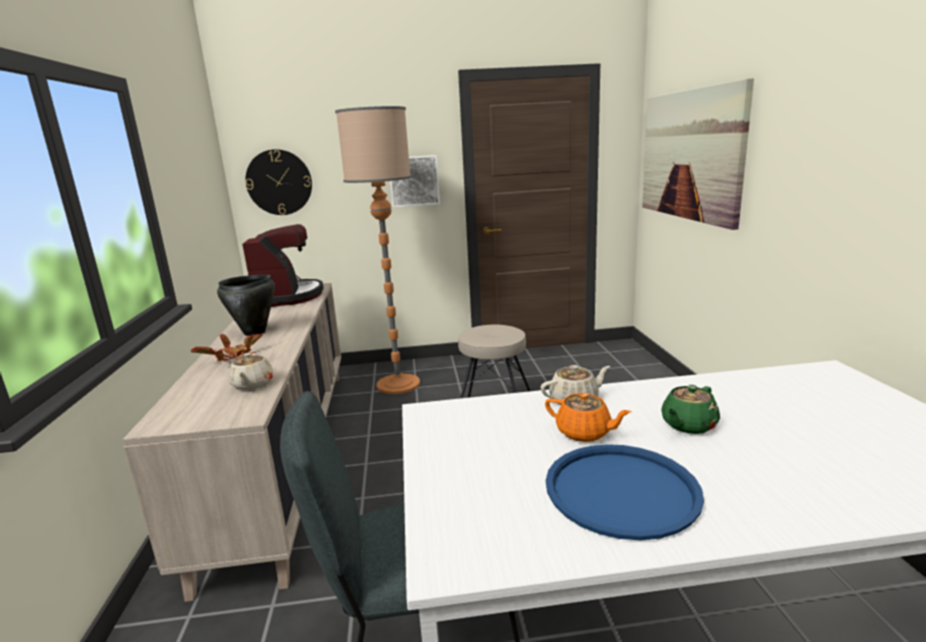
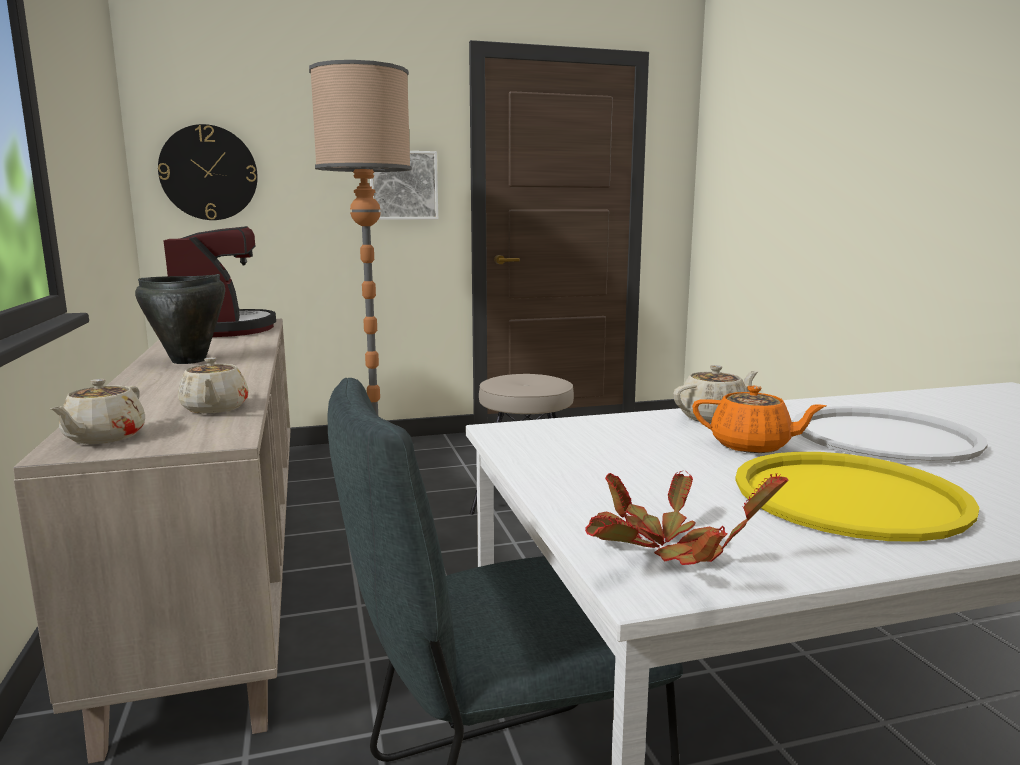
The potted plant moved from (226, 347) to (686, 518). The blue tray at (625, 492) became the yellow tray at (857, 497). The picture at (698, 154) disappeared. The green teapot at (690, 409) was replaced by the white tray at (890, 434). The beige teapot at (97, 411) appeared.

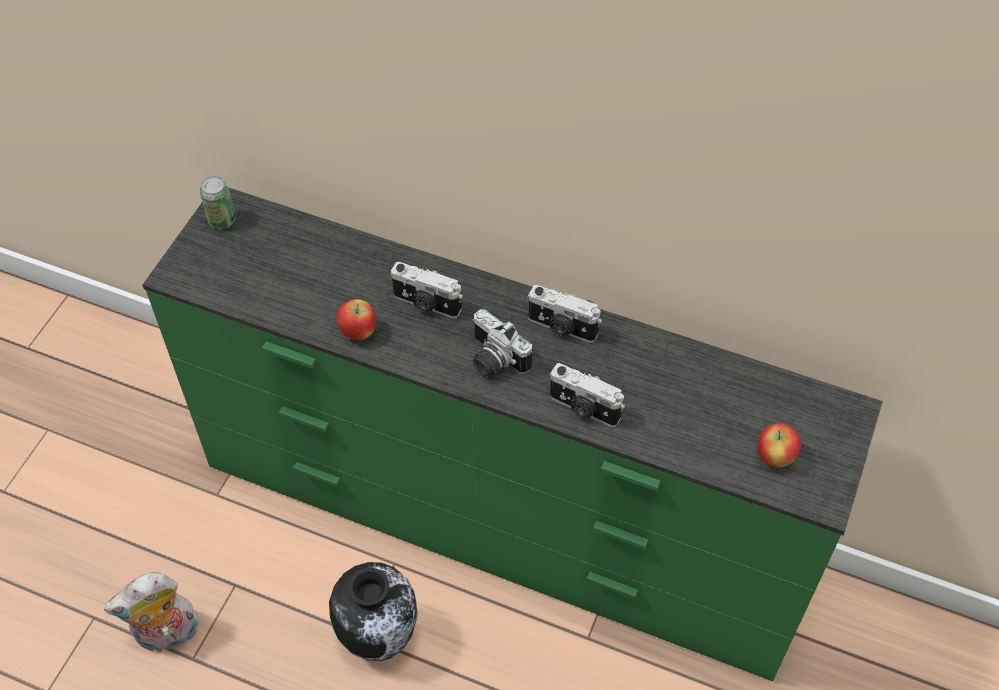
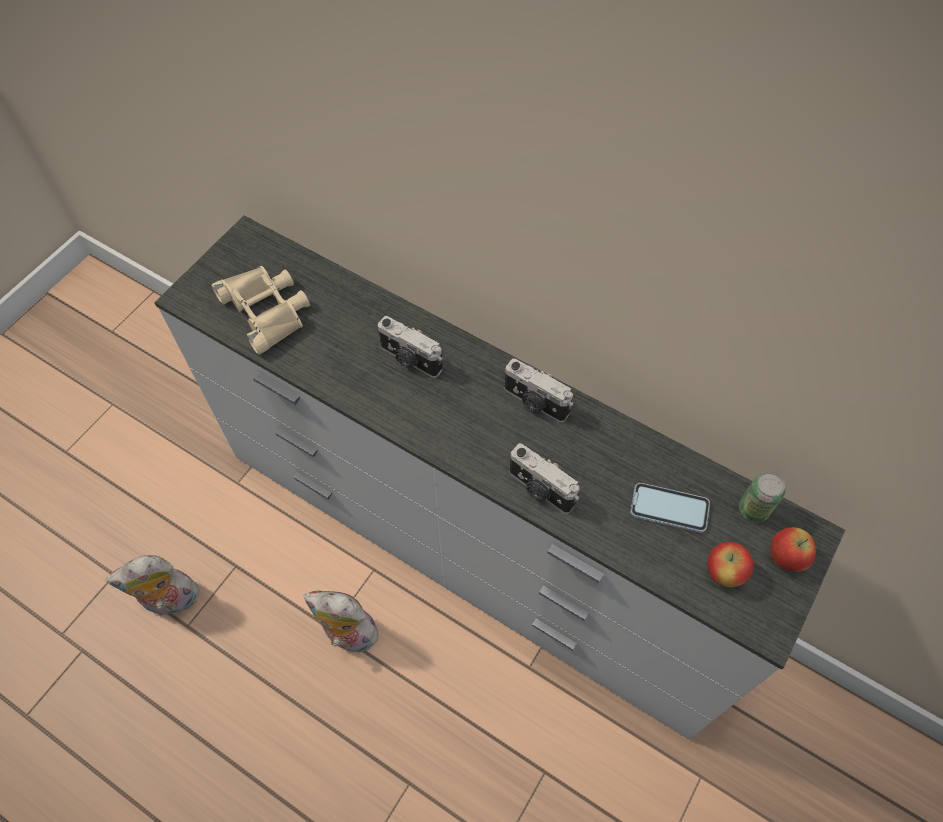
The green dresser at (512, 434) became the white dresser at (500, 478). The can moved from (218, 202) to (762, 497). The vase at (373, 611) was replaced by the plush toy at (344, 623). The apple moved from (356, 319) to (793, 549). The photo camera at (502, 343) disappeared. The beige binoculars at (261, 310) appeared. The phone at (670, 508) appeared.

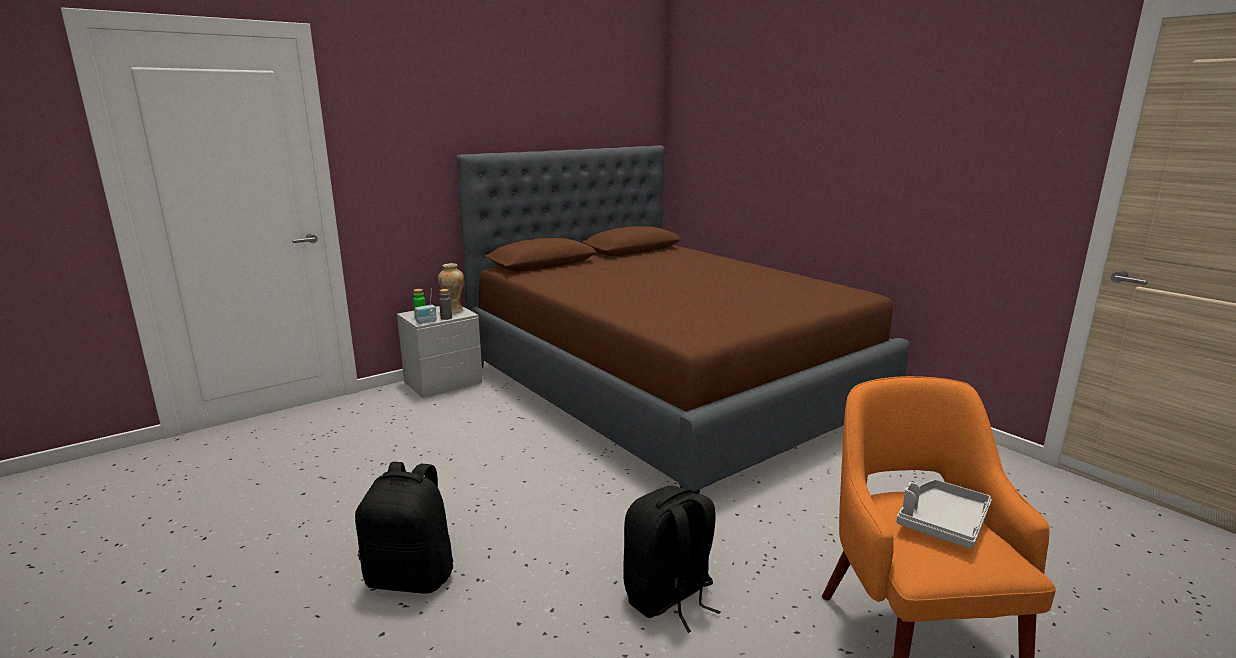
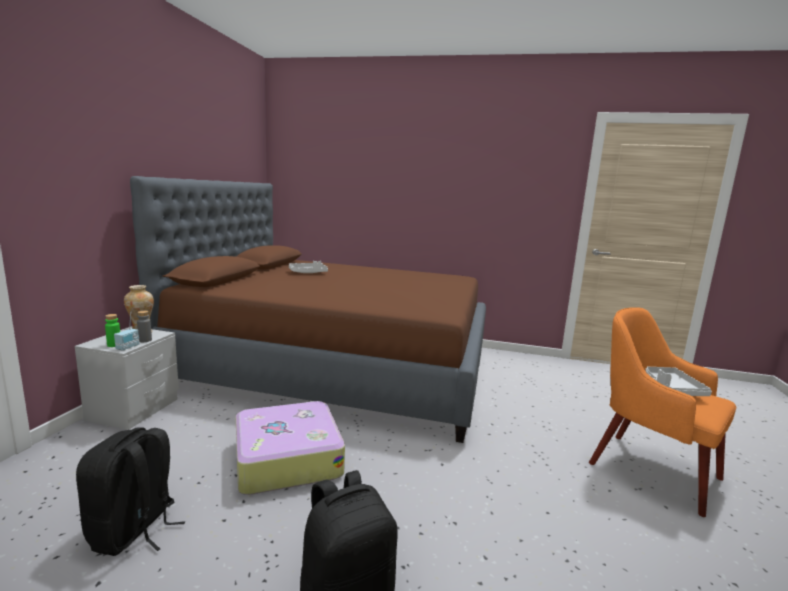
The black backpack moved from (672, 559) to (130, 491). The suitcase at (290, 448) appeared. The grey tray at (308, 267) appeared.

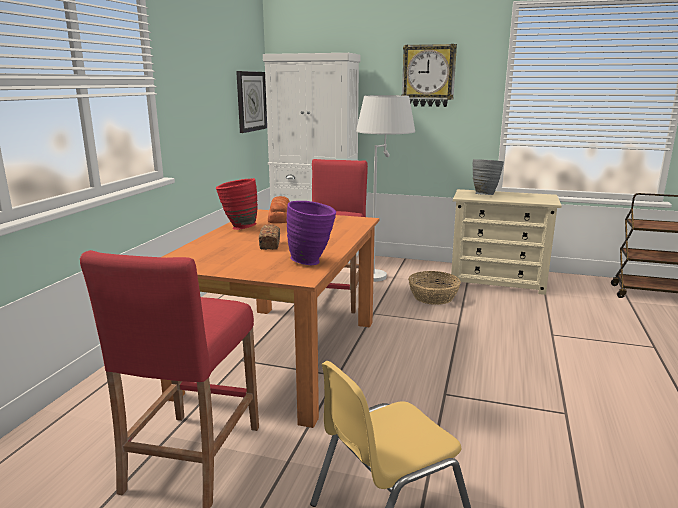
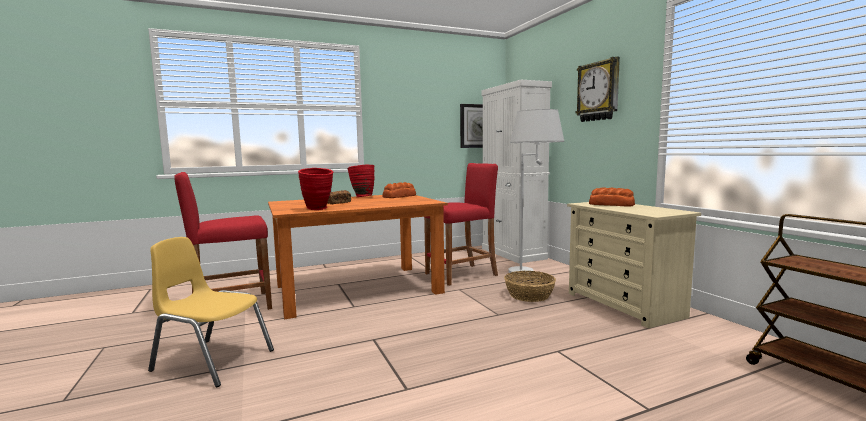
The purple vase at (311, 233) became the red vase at (315, 189). The grey vase at (488, 177) was replaced by the bread at (612, 197).

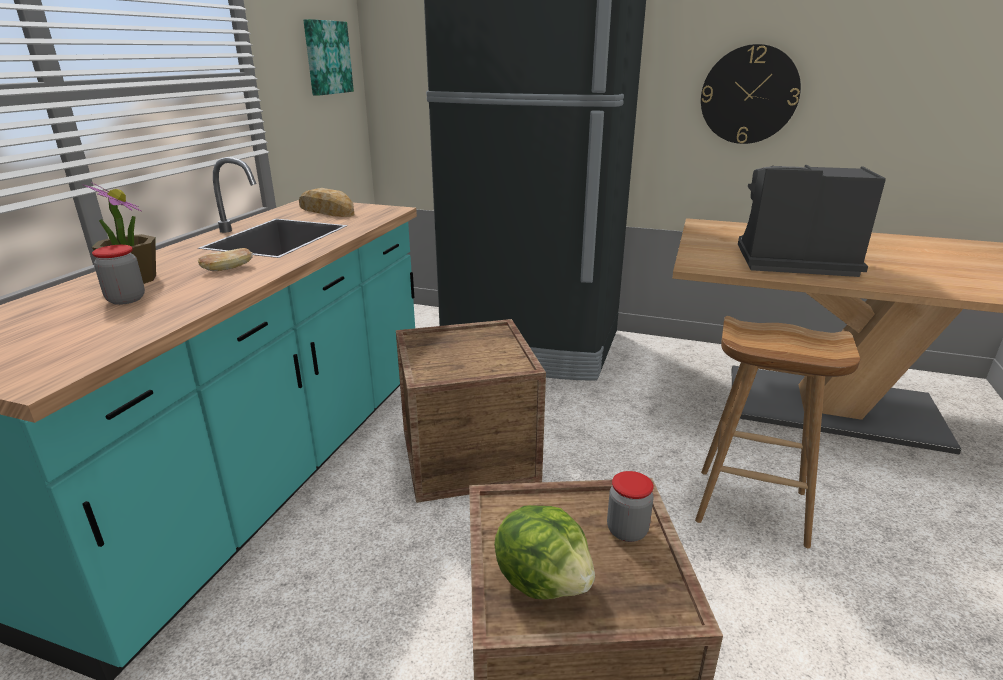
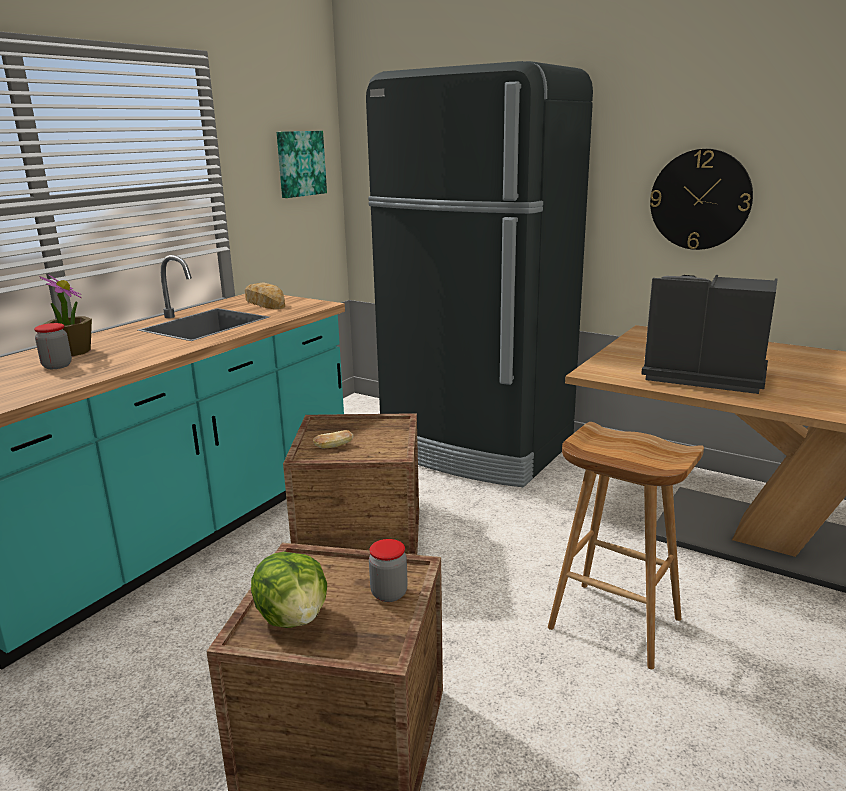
The bread moved from (225, 259) to (333, 439).

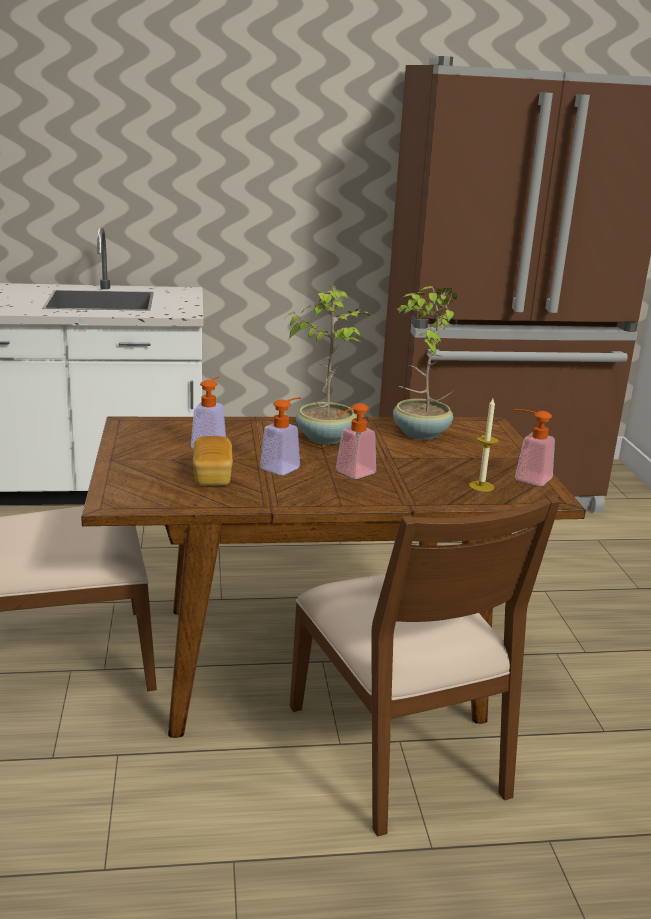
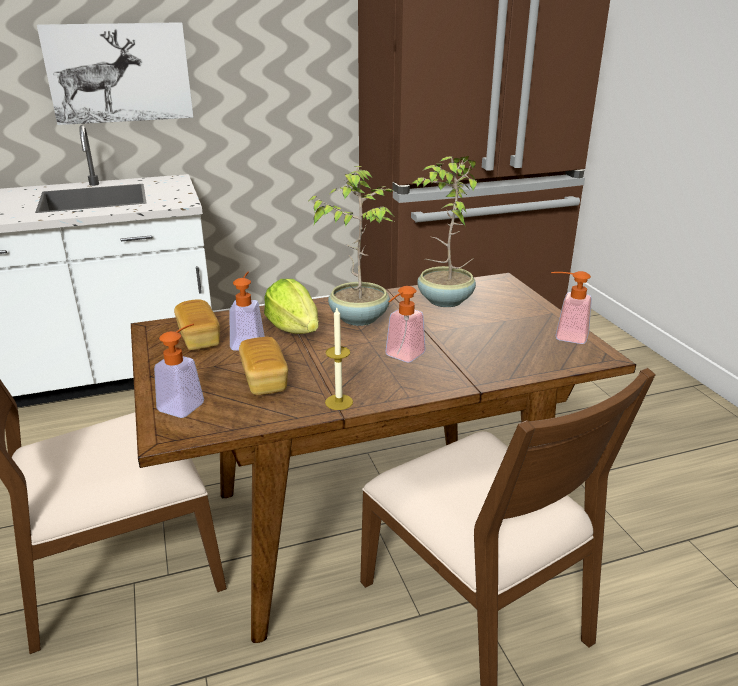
The soap dispenser moved from (280, 436) to (179, 370). The candle moved from (484, 445) to (339, 359). The picture at (115, 73) appeared. The bread at (197, 324) appeared. The lettuce at (291, 306) appeared.

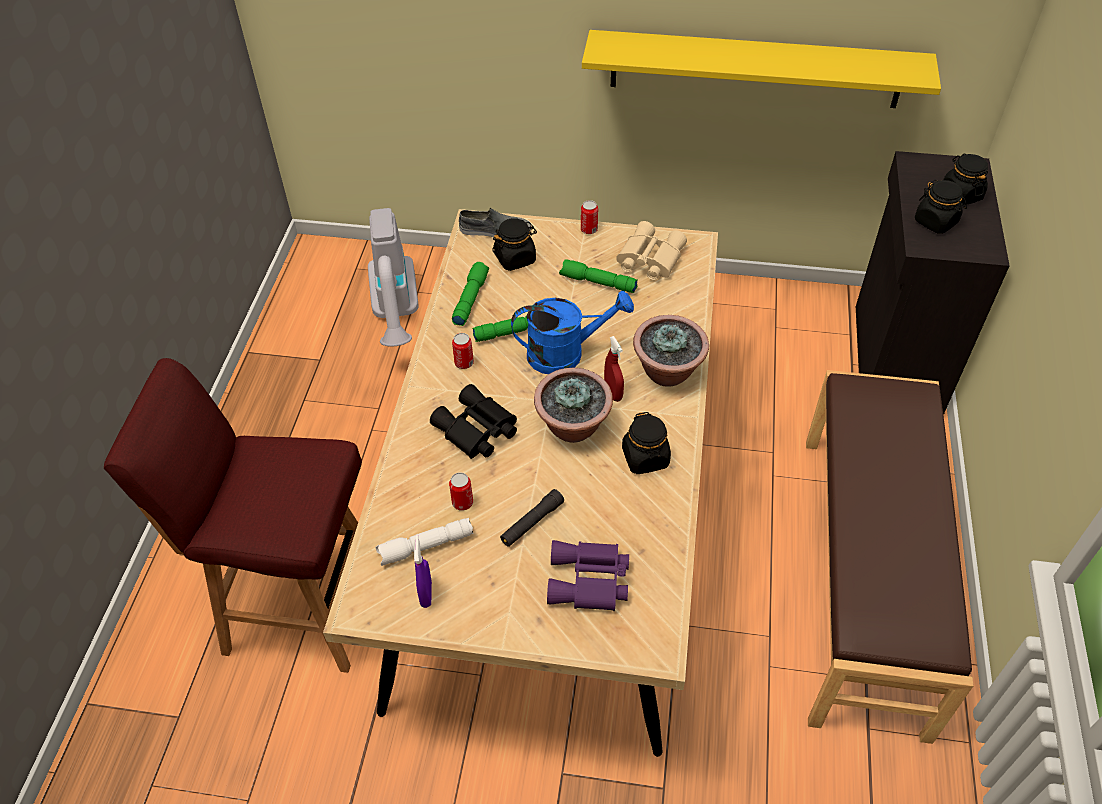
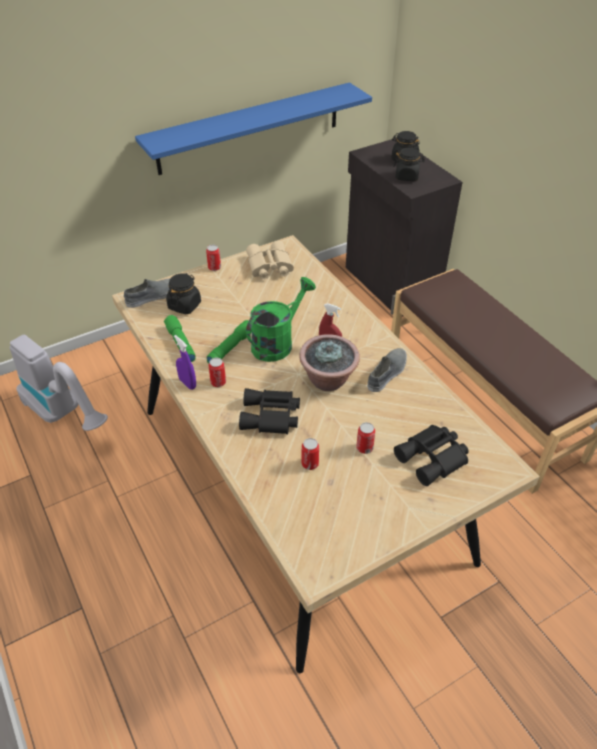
The red stool at (233, 515) disappeared. The white flashlight at (424, 542) disappeared. The purple spray bottle moved from (423, 571) to (185, 362). The black flashlight at (532, 518) was replaced by the can at (365, 438). The blue watering can at (572, 332) became the green watering can at (281, 319). The purple binoculars at (588, 575) became the black binoculars at (431, 455). The green flashlight at (598, 276) disappeared. The yellow shelf at (761, 69) became the blue shelf at (253, 128). The black jar at (646, 443) was replaced by the grey shoe at (387, 370). The potted plant at (671, 351) disappeared.

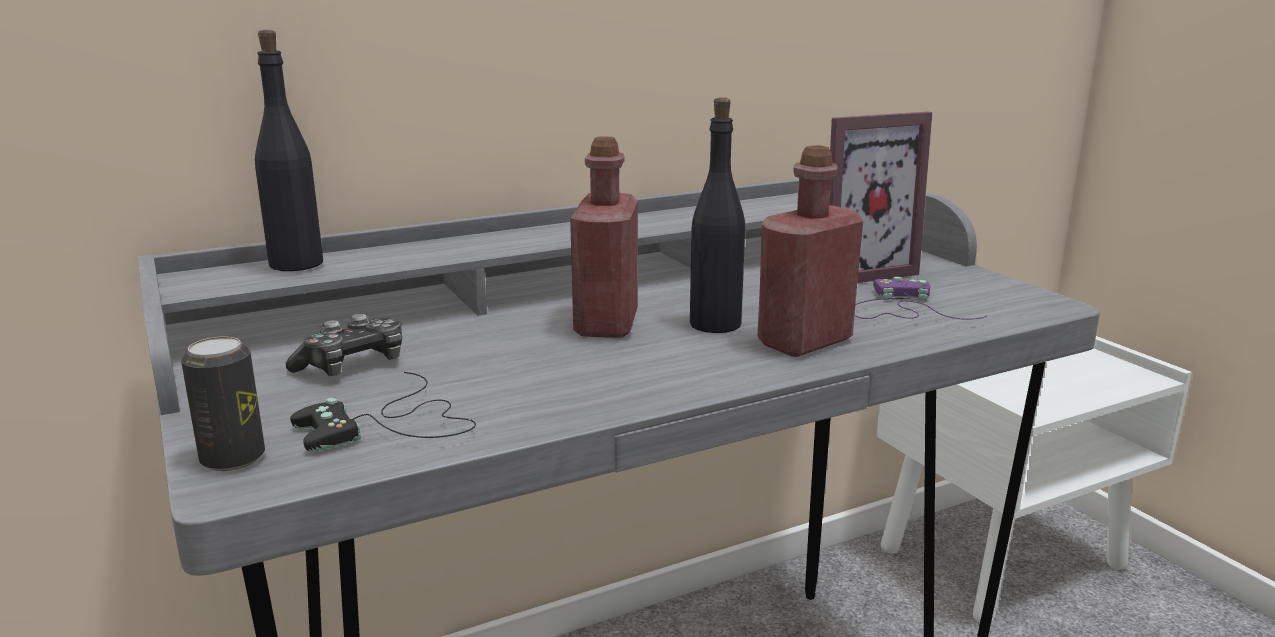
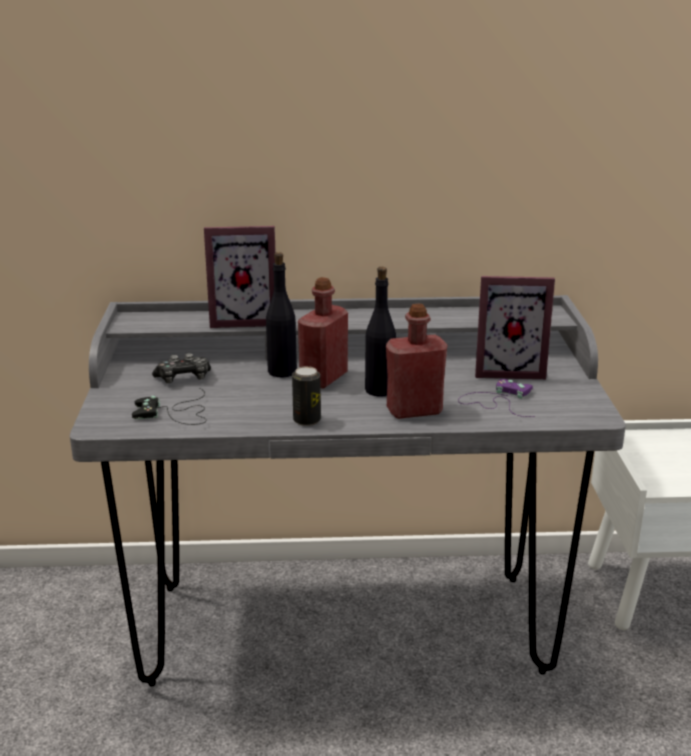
The can moved from (223, 403) to (306, 396). The black bottle moved from (289, 150) to (281, 315). The picture frame at (240, 277) appeared.

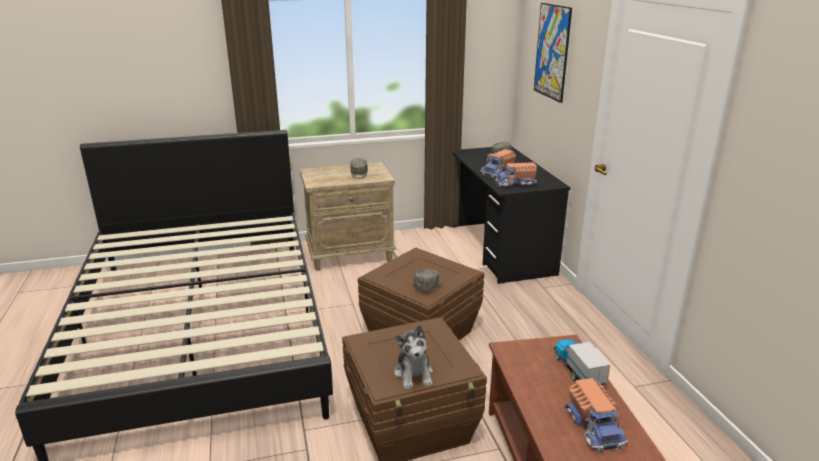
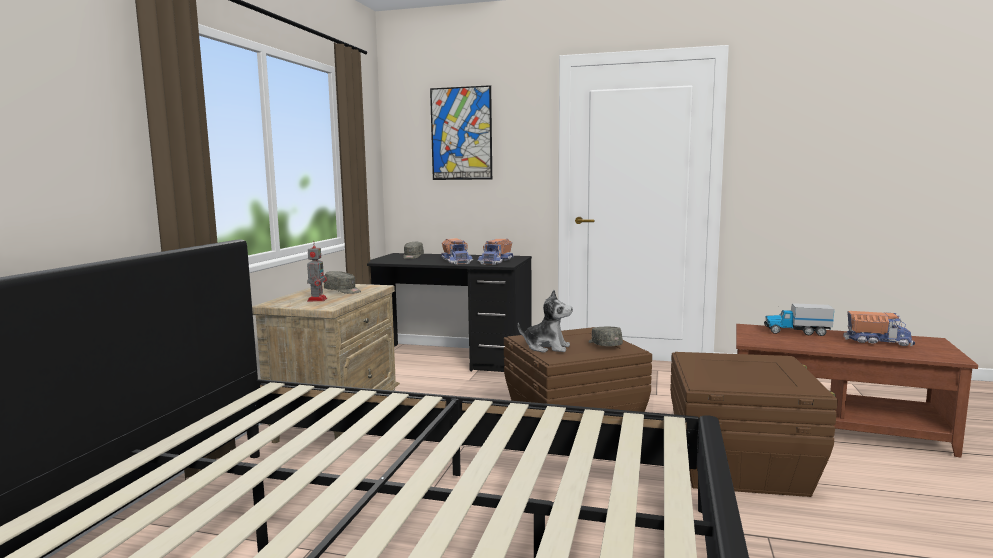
The plush toy moved from (413, 357) to (545, 321). The toy robot at (317, 271) appeared.

